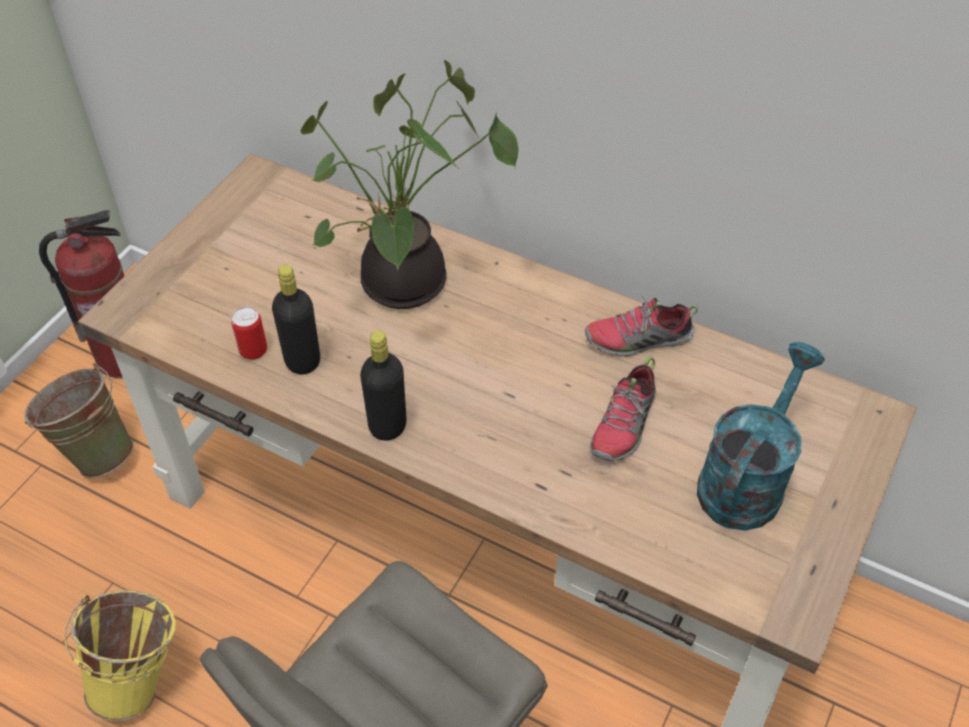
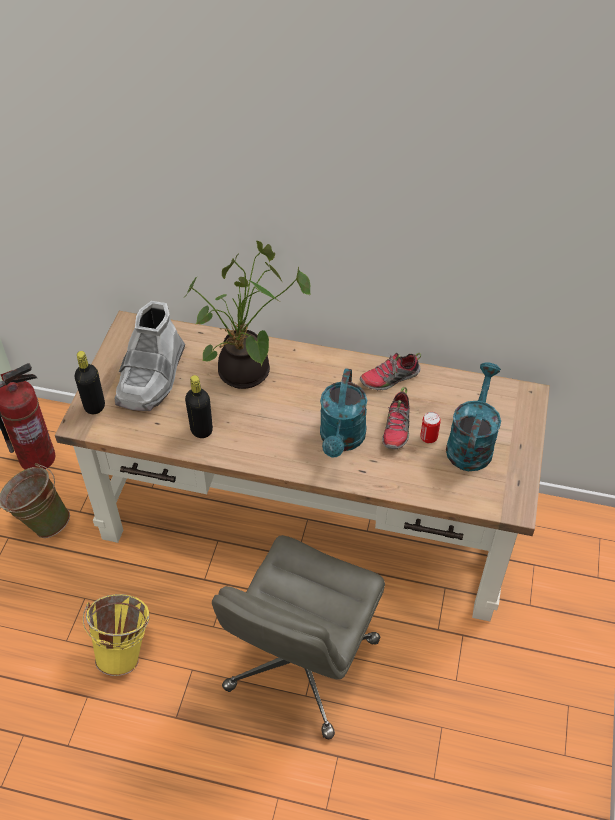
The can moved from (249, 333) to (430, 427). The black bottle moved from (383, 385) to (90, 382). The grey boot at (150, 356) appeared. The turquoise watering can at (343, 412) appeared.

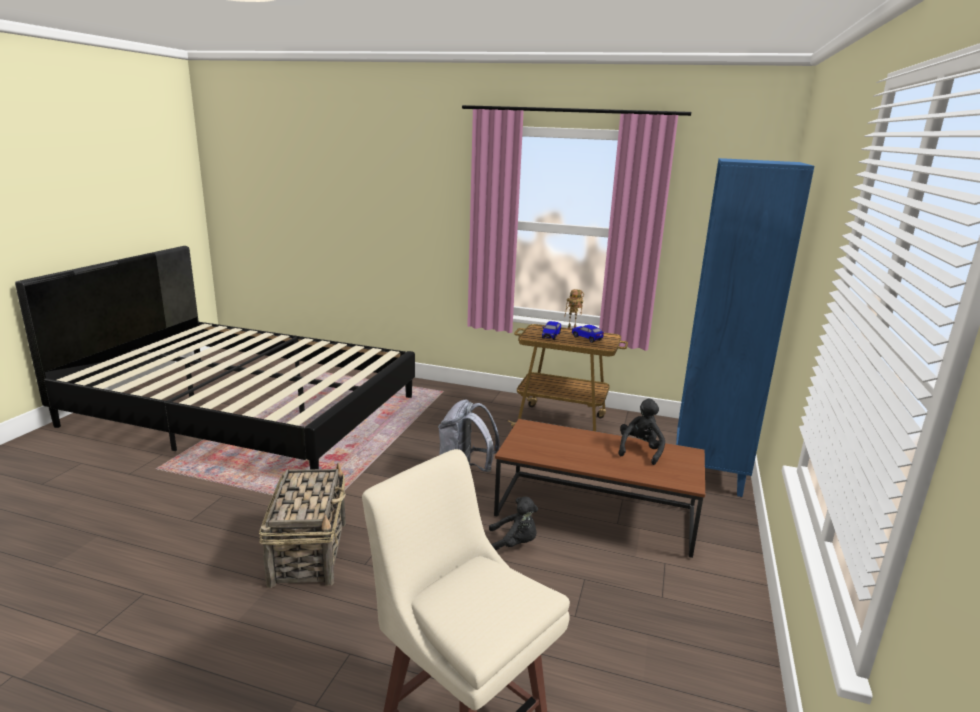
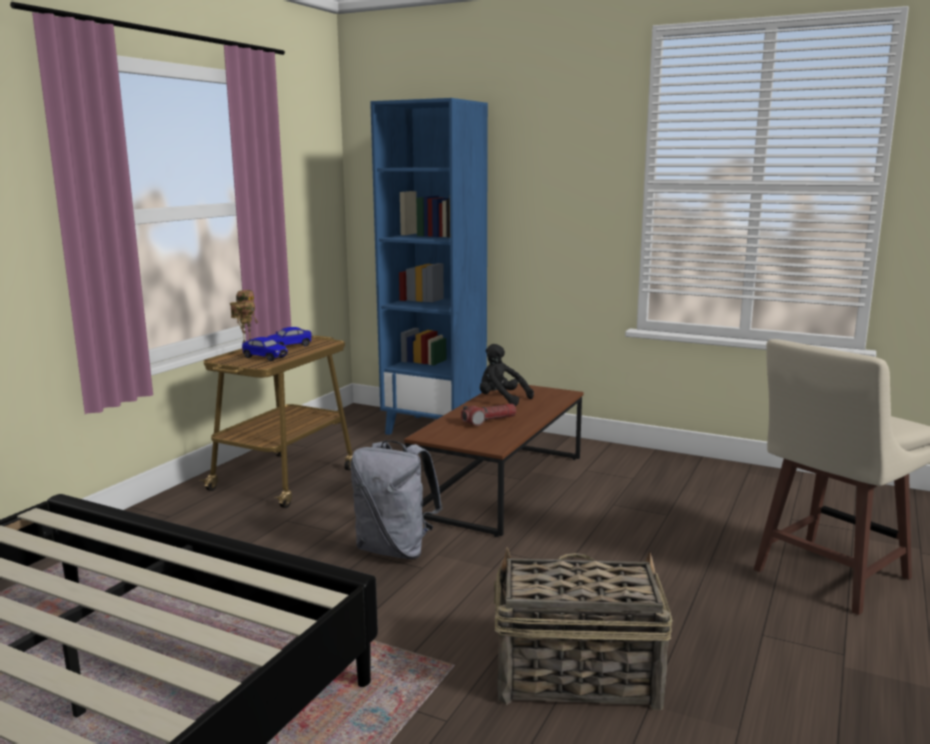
The black plush toy at (513, 523) disappeared. The flashlight at (488, 415) appeared.

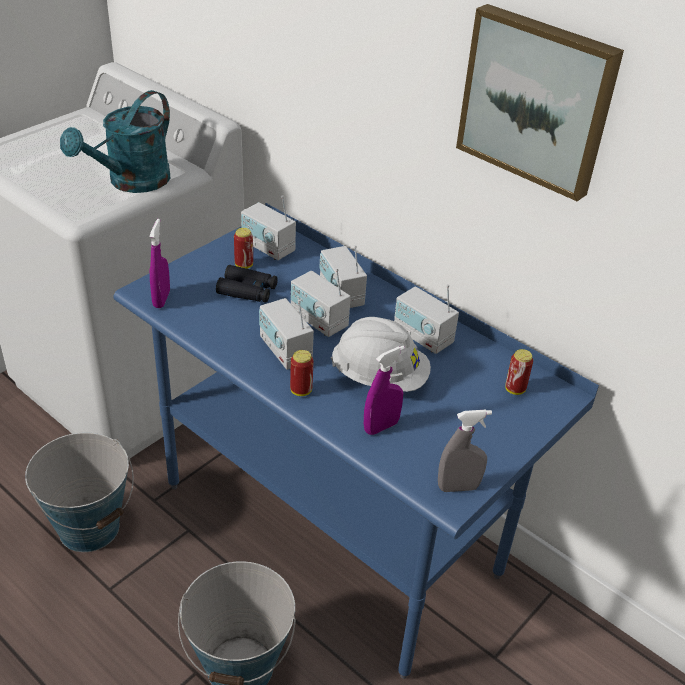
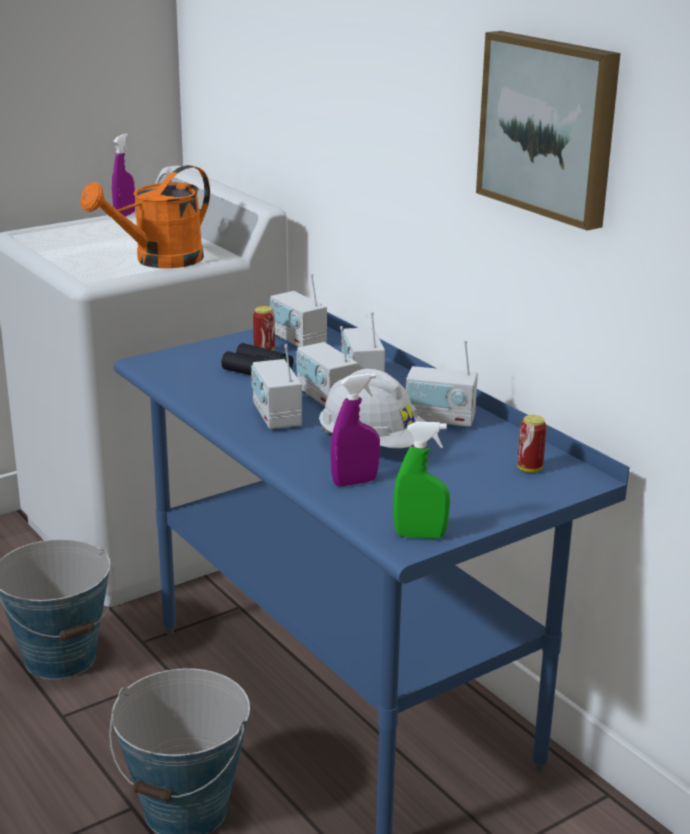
The turquoise watering can at (115, 141) became the orange watering can at (145, 216). The purple spray bottle moved from (159, 263) to (123, 175). The can at (302, 373) disappeared. The radio at (426, 319) turned 45 degrees counterclockwise. The grey spray bottle at (465, 450) became the green spray bottle at (421, 480).

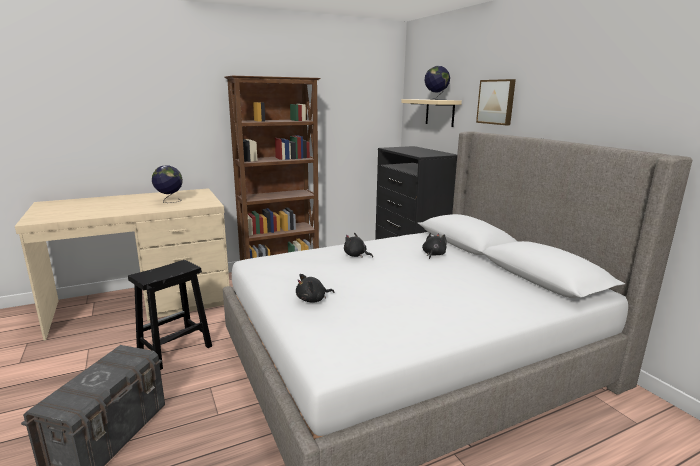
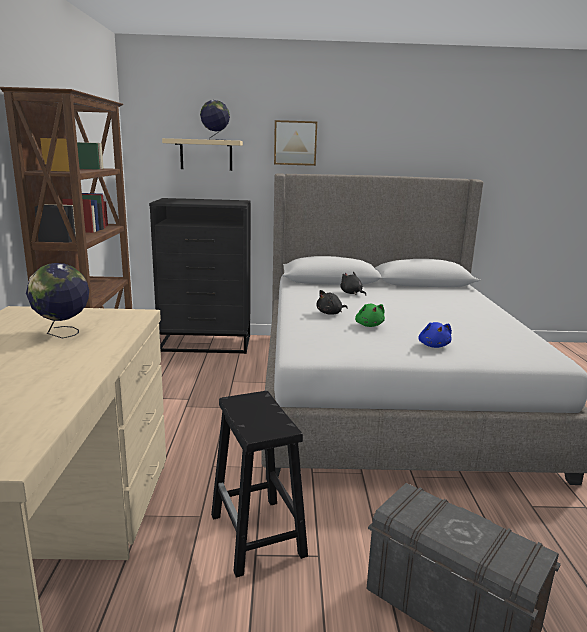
The black plush toy at (315, 288) became the blue plush toy at (435, 335). The green plush toy at (370, 315) appeared.

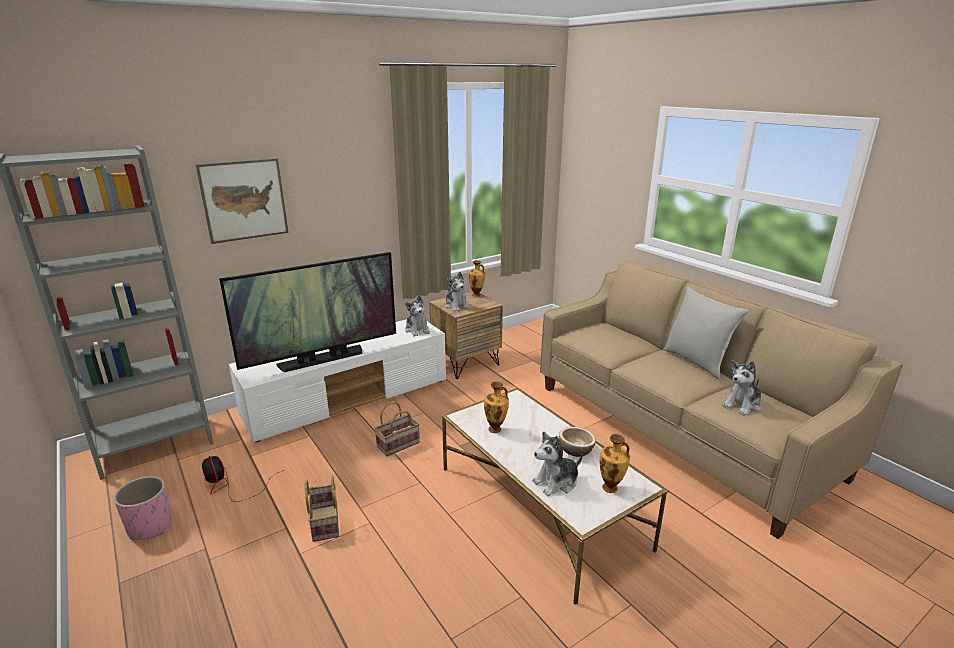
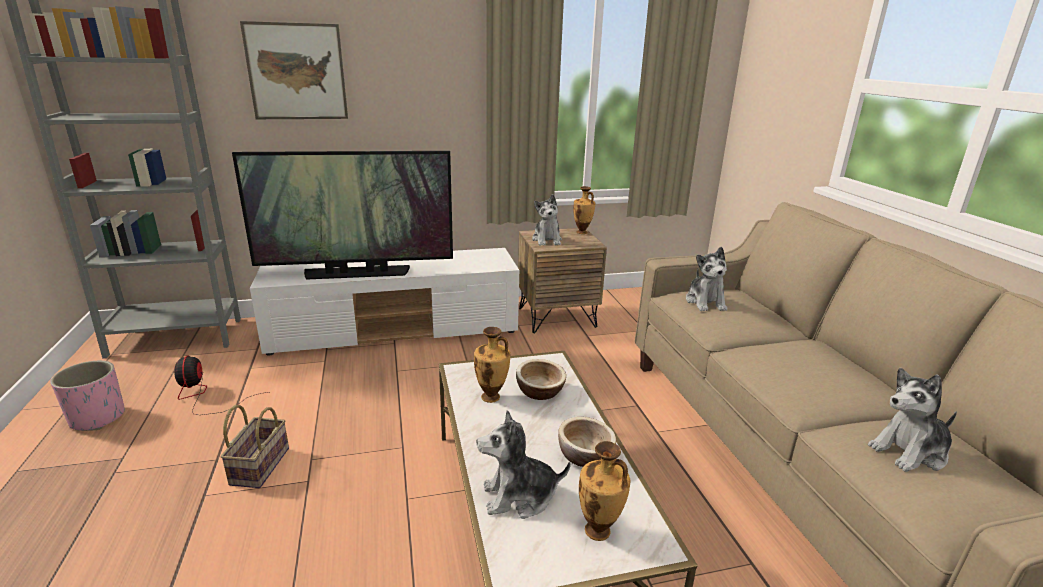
The basket at (397, 429) disappeared. The plush toy moved from (417, 316) to (706, 279). The grey pillow at (705, 332) disappeared. The bowl at (541, 379) appeared.

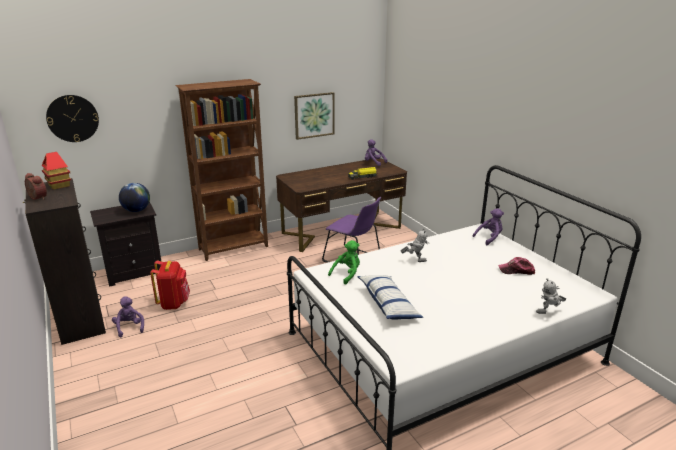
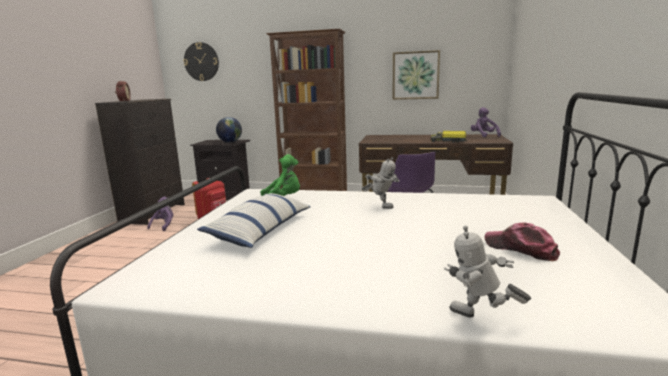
The toy house at (56, 171) disappeared. The purple plush toy at (488, 226) disappeared.

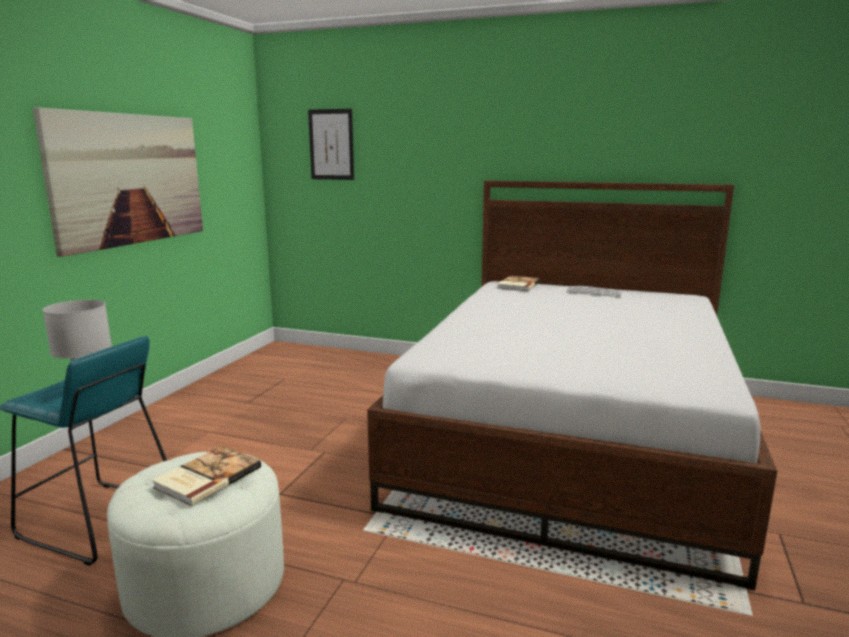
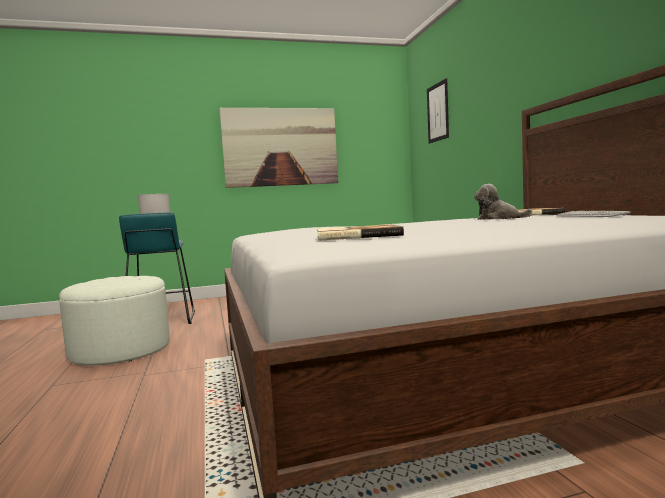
The book moved from (206, 476) to (360, 232). The plush toy at (503, 202) appeared.

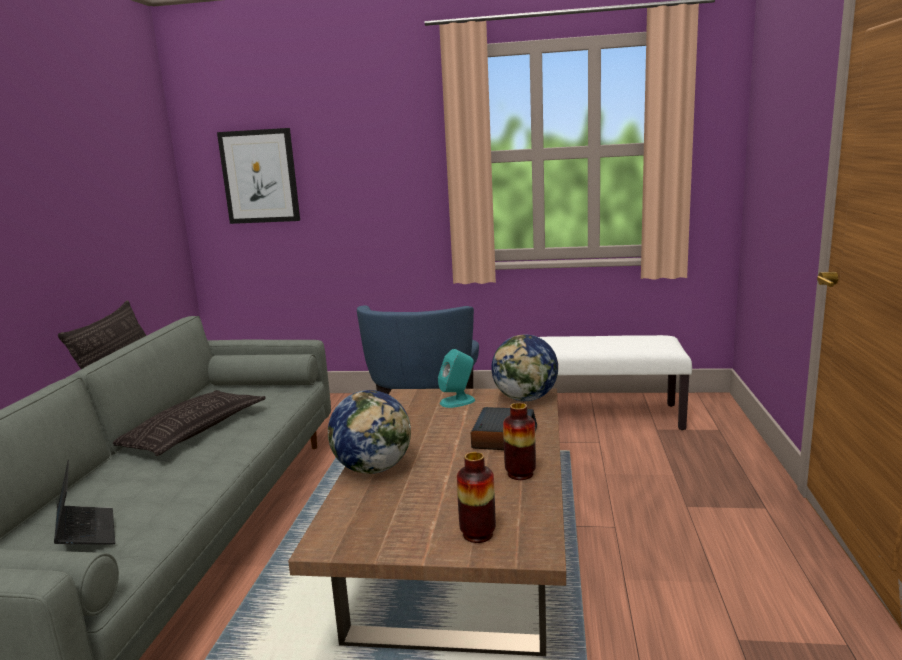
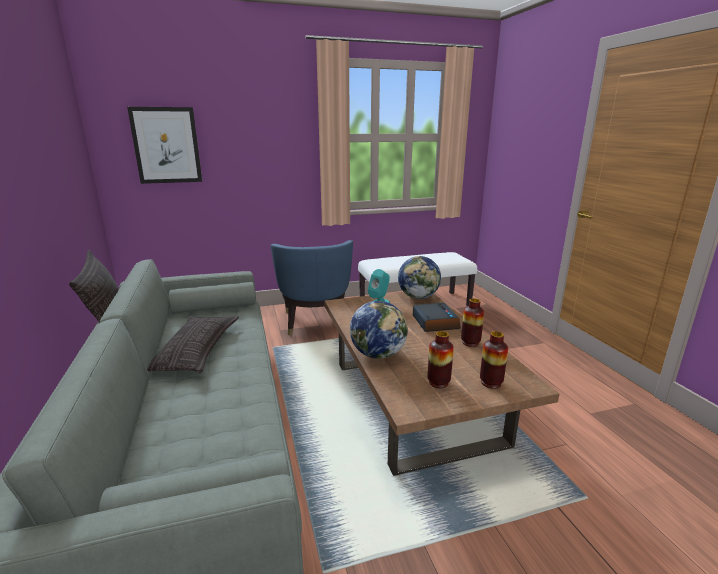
The laptop at (84, 502) disappeared. The vase at (441, 359) appeared.

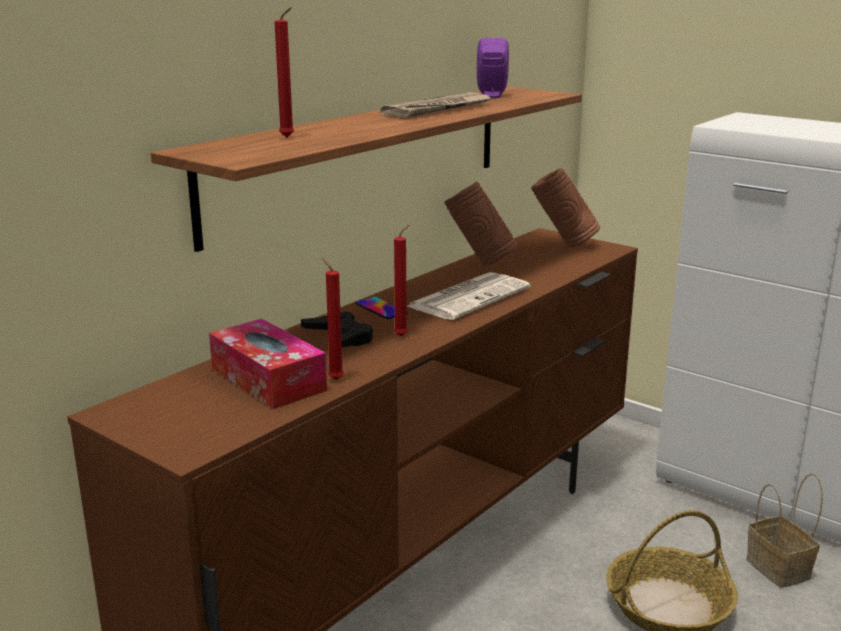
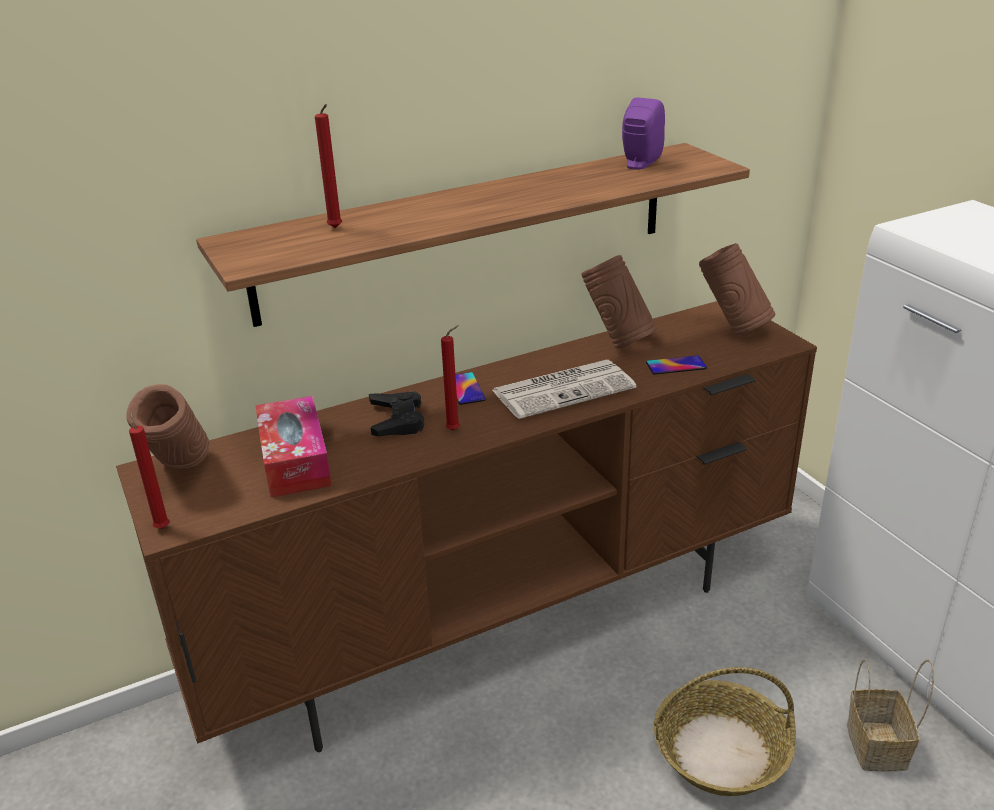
The red candle moved from (333, 318) to (149, 470). The newspaper at (436, 105) disappeared. The brown vase at (167, 427) appeared. The phone at (676, 364) appeared.

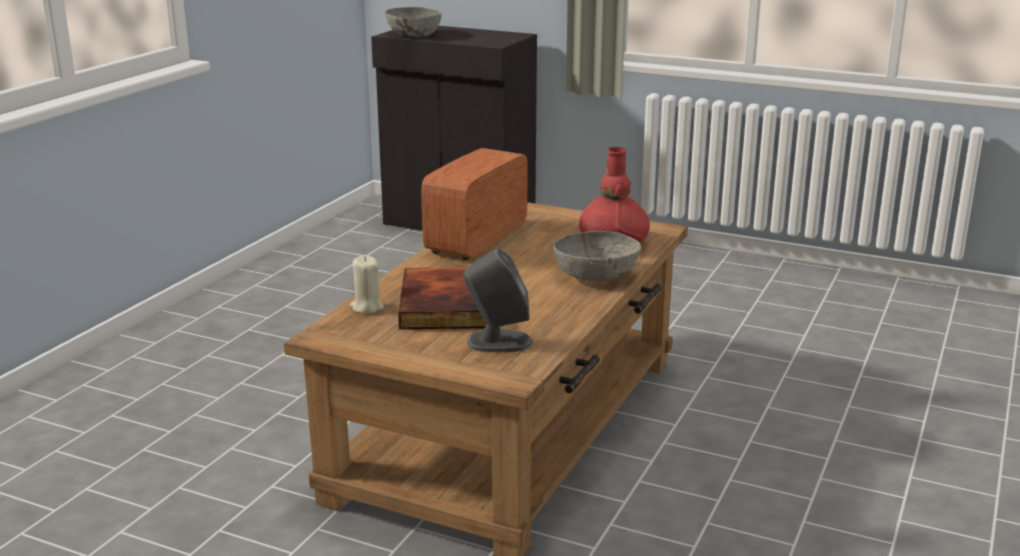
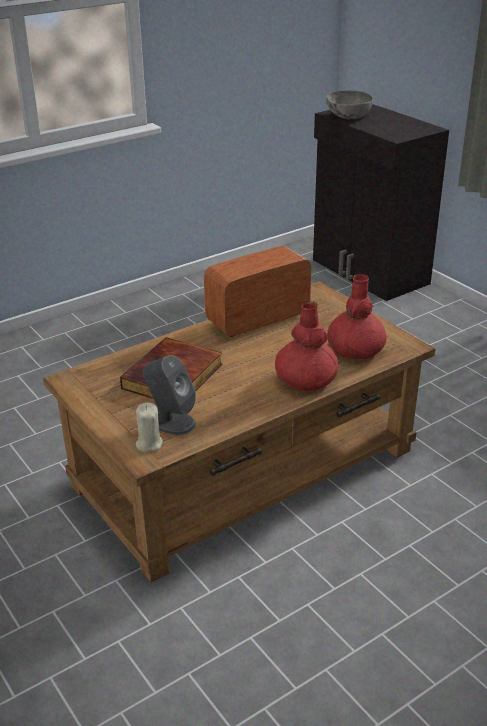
The beige candle moved from (367, 284) to (149, 427). The grey bowl at (597, 256) was replaced by the red vase at (306, 346).

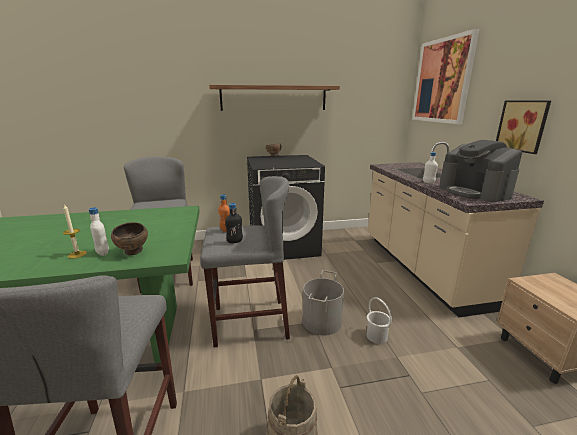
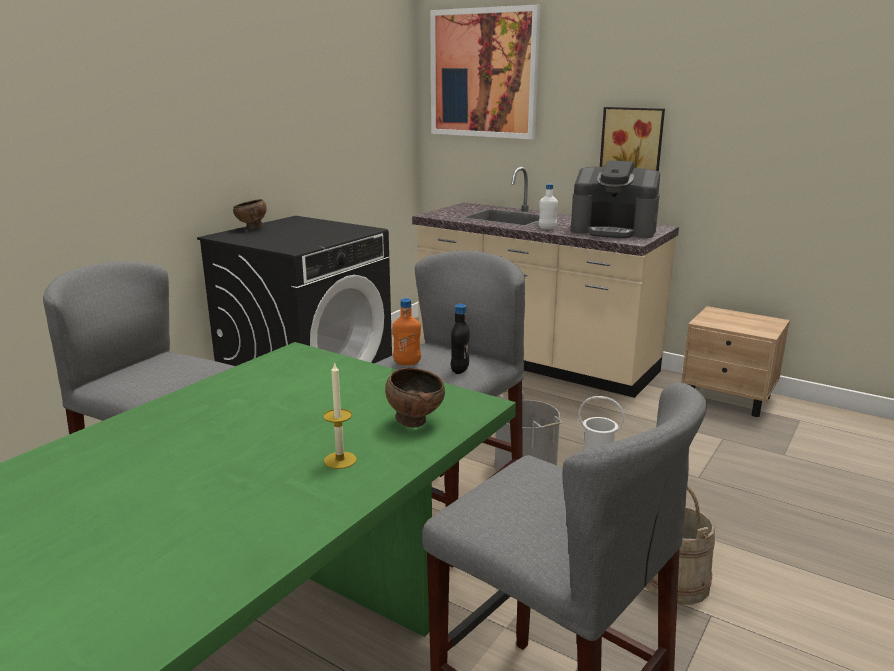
The white bottle at (99, 231) disappeared. The shelf at (274, 98) disappeared.

